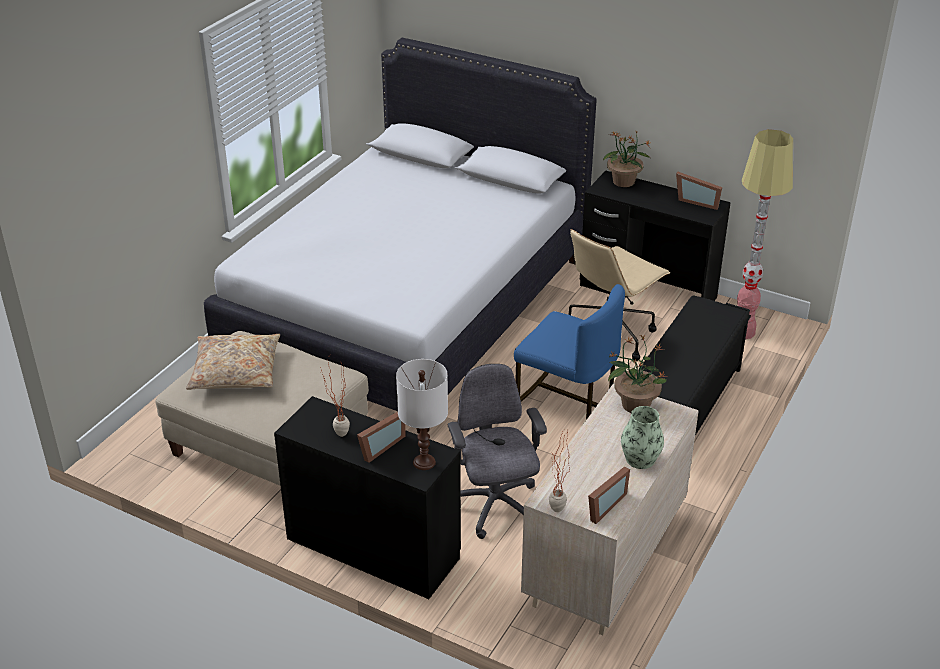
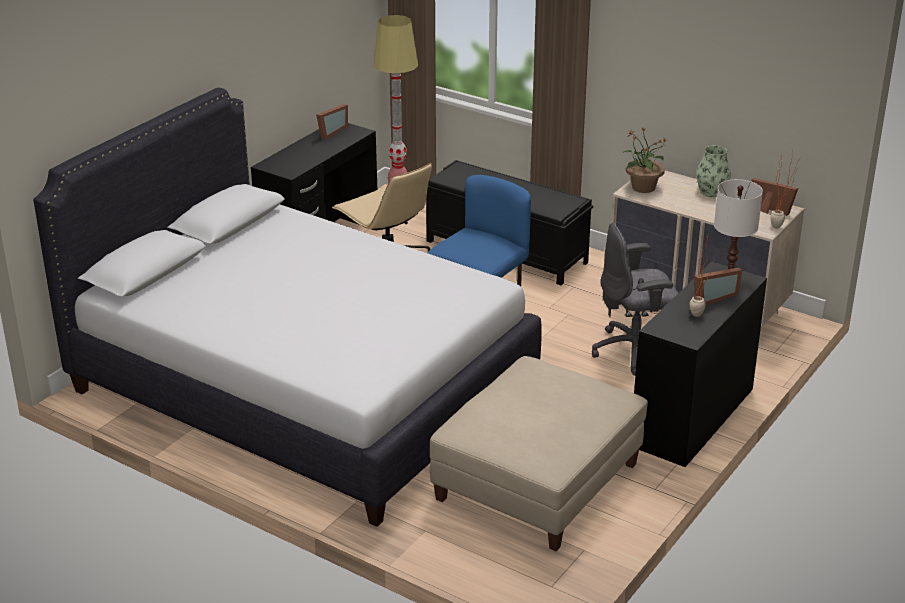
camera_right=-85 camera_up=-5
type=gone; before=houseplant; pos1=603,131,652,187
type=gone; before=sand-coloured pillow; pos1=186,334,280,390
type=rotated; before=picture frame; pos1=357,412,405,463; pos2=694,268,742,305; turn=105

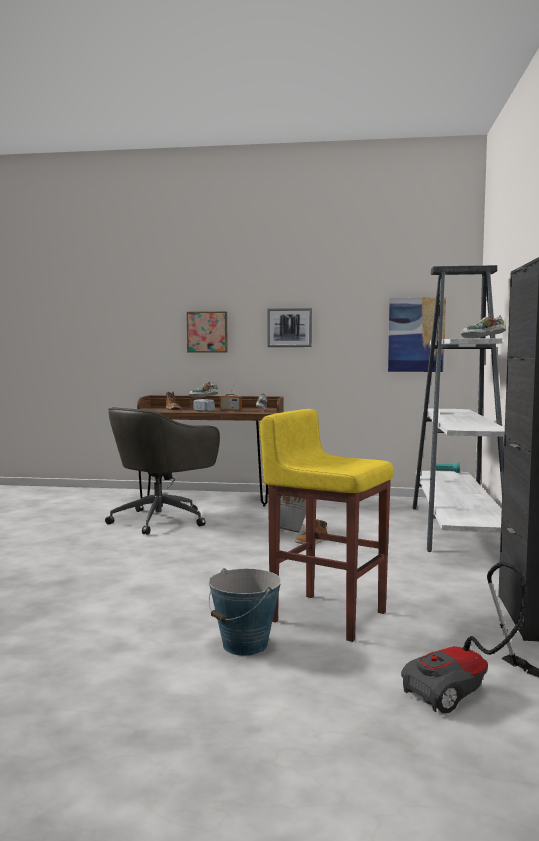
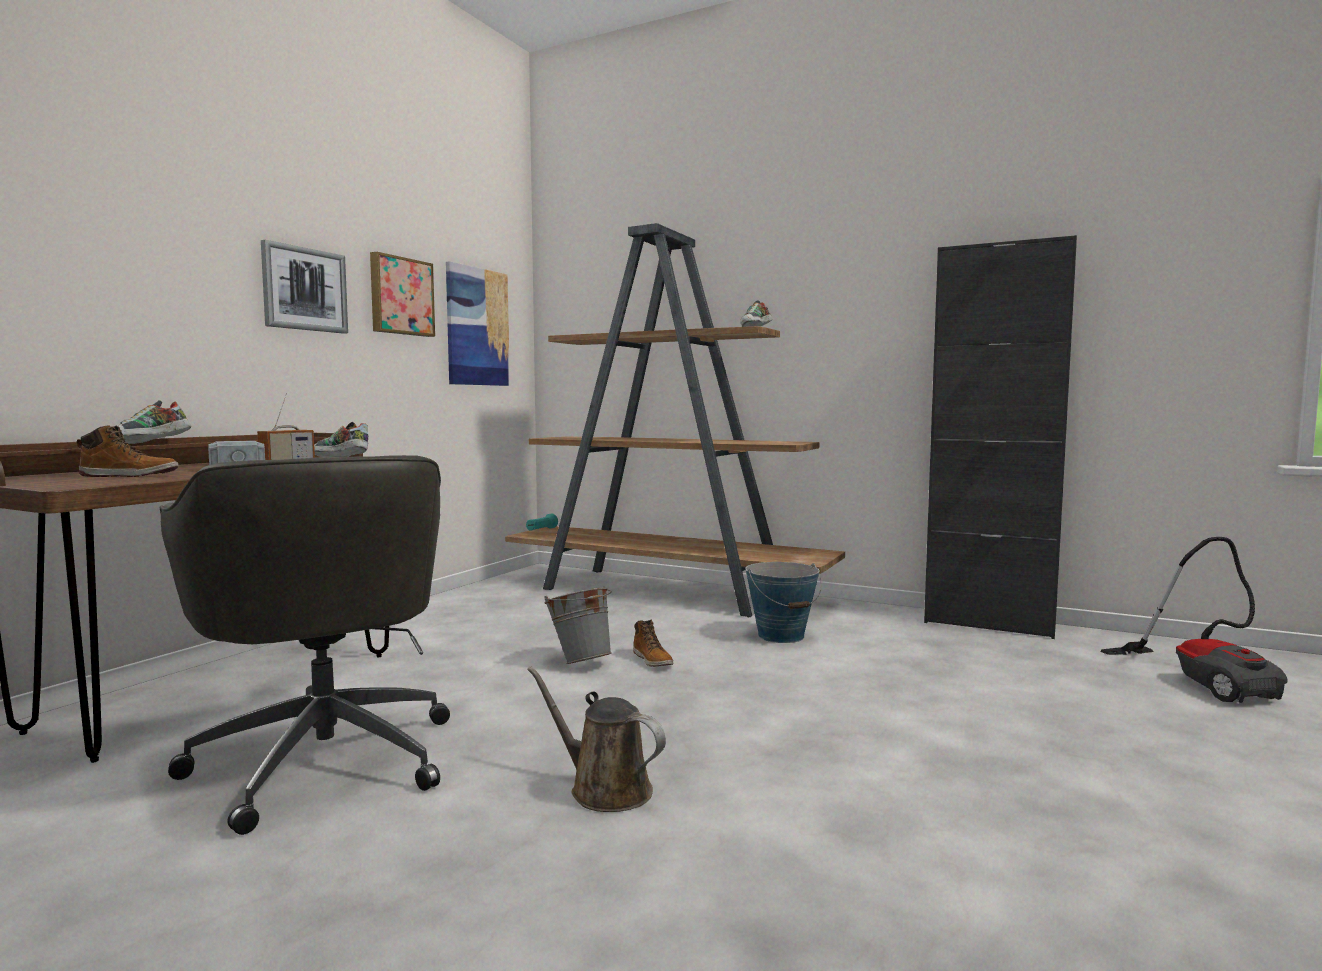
camera_right=-70 camera_up=0
type=repainted; before=whitish bookshelf; after=brown-coloured bookshelf; pos1=413,265,505,552; pos2=505,223,845,617
type=shifted; before=picture; pos1=187,311,228,352; pos2=370,252,435,337
type=gone; before=yellow sitting stool; pos1=260,409,394,642
type=shifted; before=water bucket; pos1=209,568,281,656; pos2=745,562,822,643
type=new; after=brown-coloured watering pot; pos2=527,666,666,812

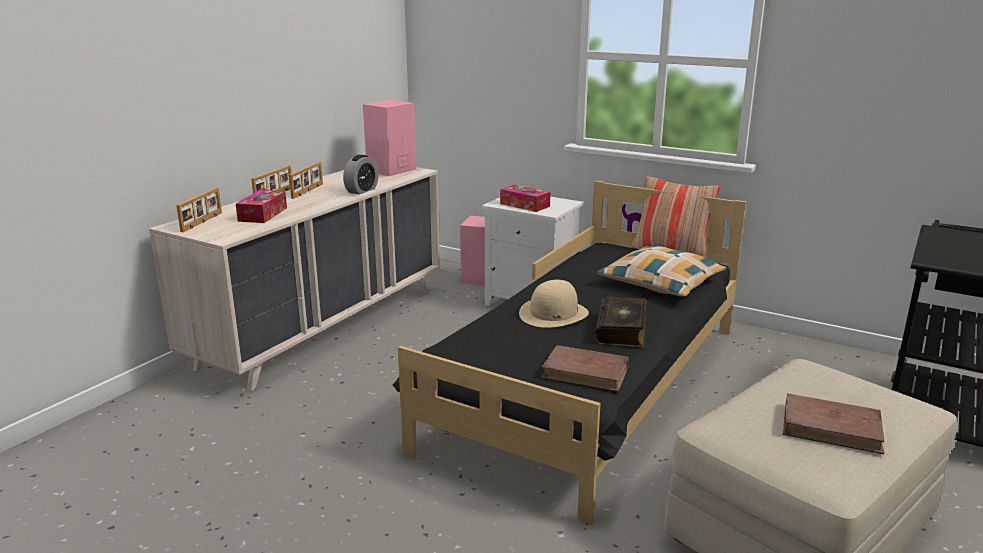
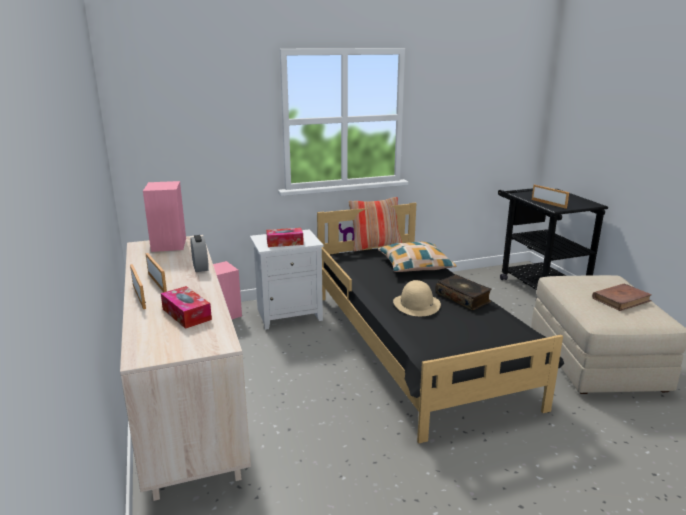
camera_right=-50 camera_up=0
type=shifted; before=picture frame; pos1=176,188,222,232; pos2=532,184,569,209
type=gone; before=brown-coloured book; pos1=541,345,629,392

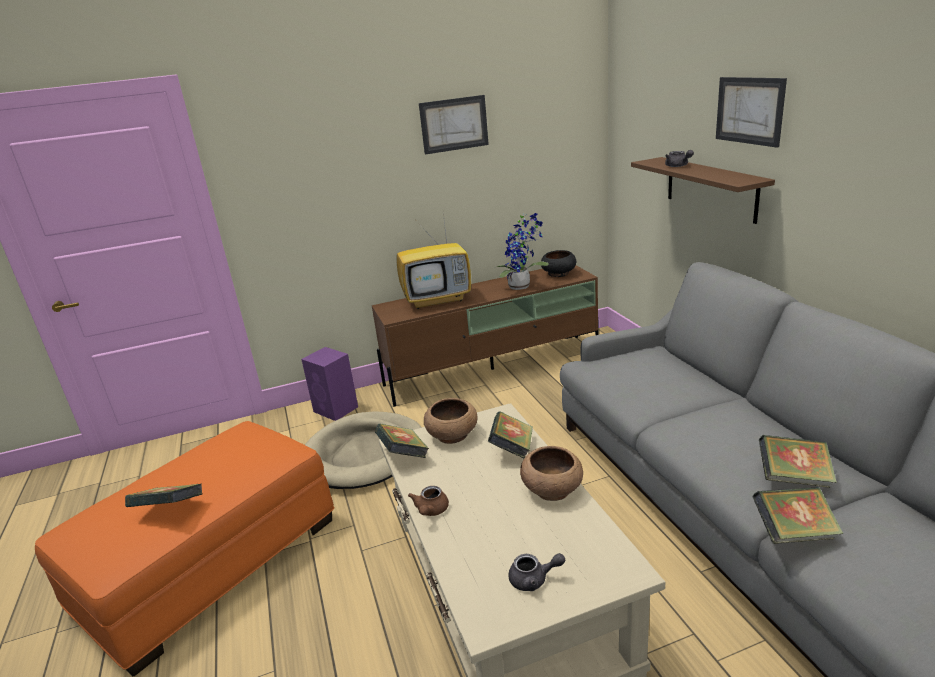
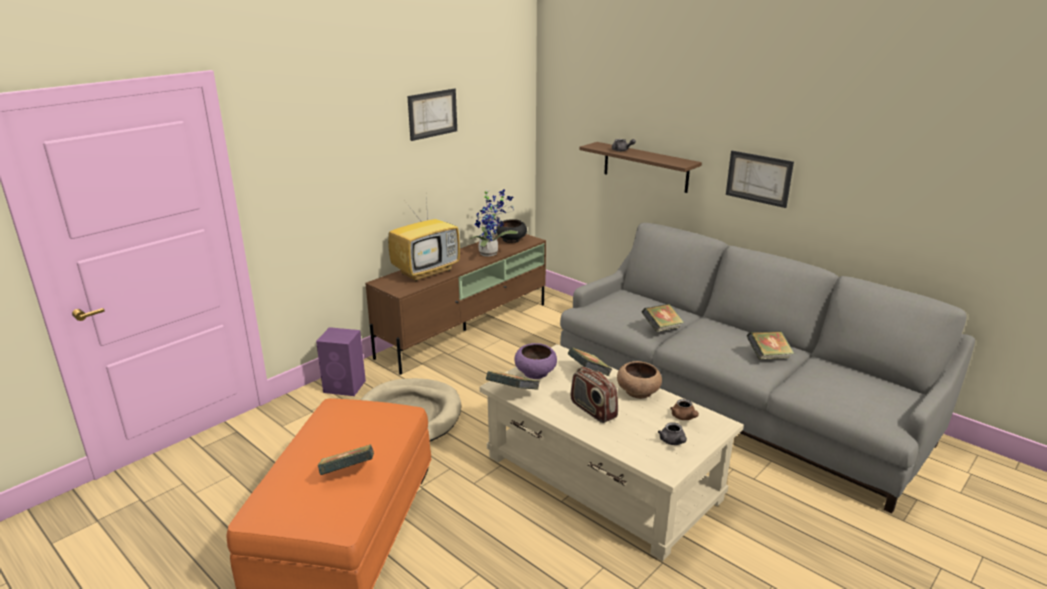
camera_right=-30 camera_up=0
type=shifted; before=picture; pos1=716,77,787,148; pos2=726,151,794,208
type=repainted; before=brown-coloured bowl; after=purple bowl; pos1=424,398,477,444; pos2=514,343,557,379
type=shifted; before=brown-coloured pot for tea; pos1=408,486,449,516; pos2=670,399,699,420
type=shifted; before=book; pos1=752,487,843,544; pos2=642,304,684,332
type=rotated; before=gray pot for tea; pos1=508,553,565,591; pos2=658,422,687,445; turn=105
type=new; after=radio receiver; pos2=571,367,618,423

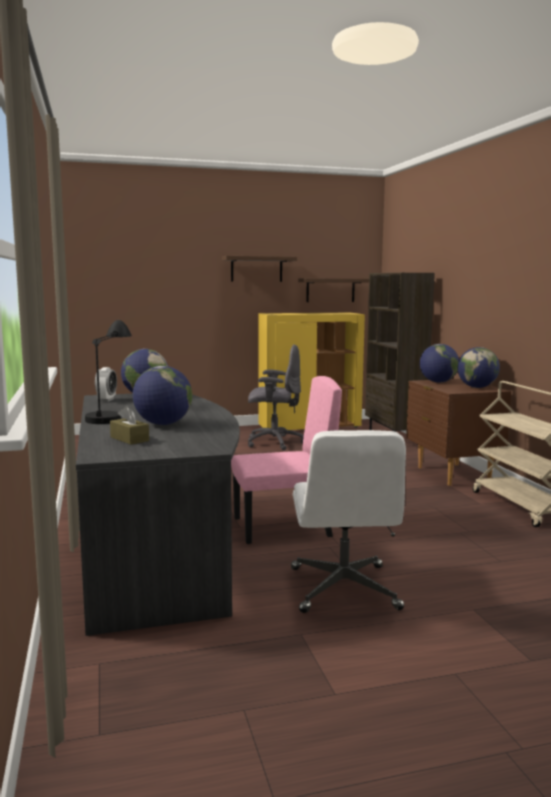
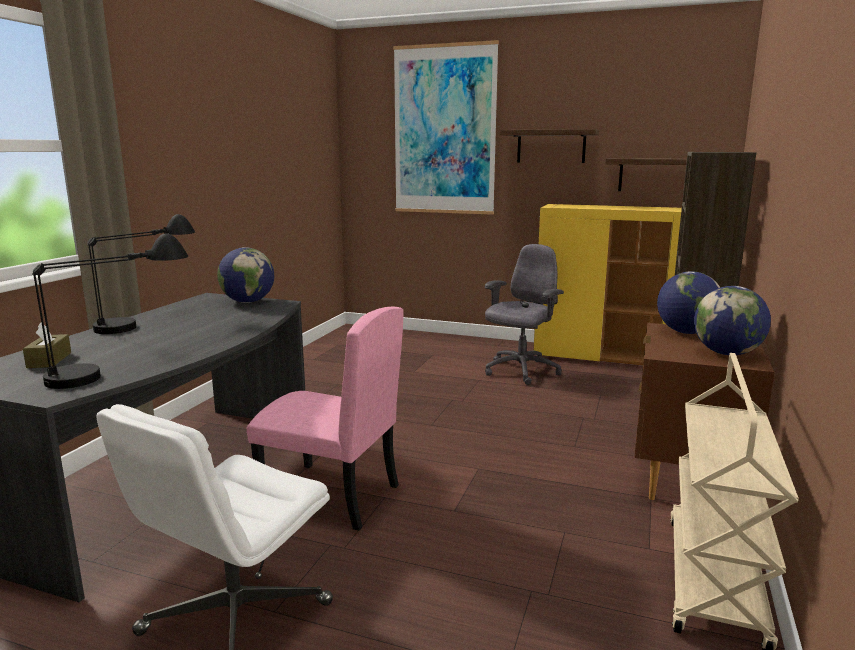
camera_right=35 camera_up=5
type=rotated; before=gray computer chair; pos1=248,344,304,450; pos2=485,244,564,385; turn=-90
type=gone; before=world globe; pos1=133,366,192,425
type=gone; before=table clock; pos1=95,367,117,402
type=new; after=picture; pos2=393,40,499,215
type=new; after=black-coloured lamp for a table; pos2=32,233,188,389

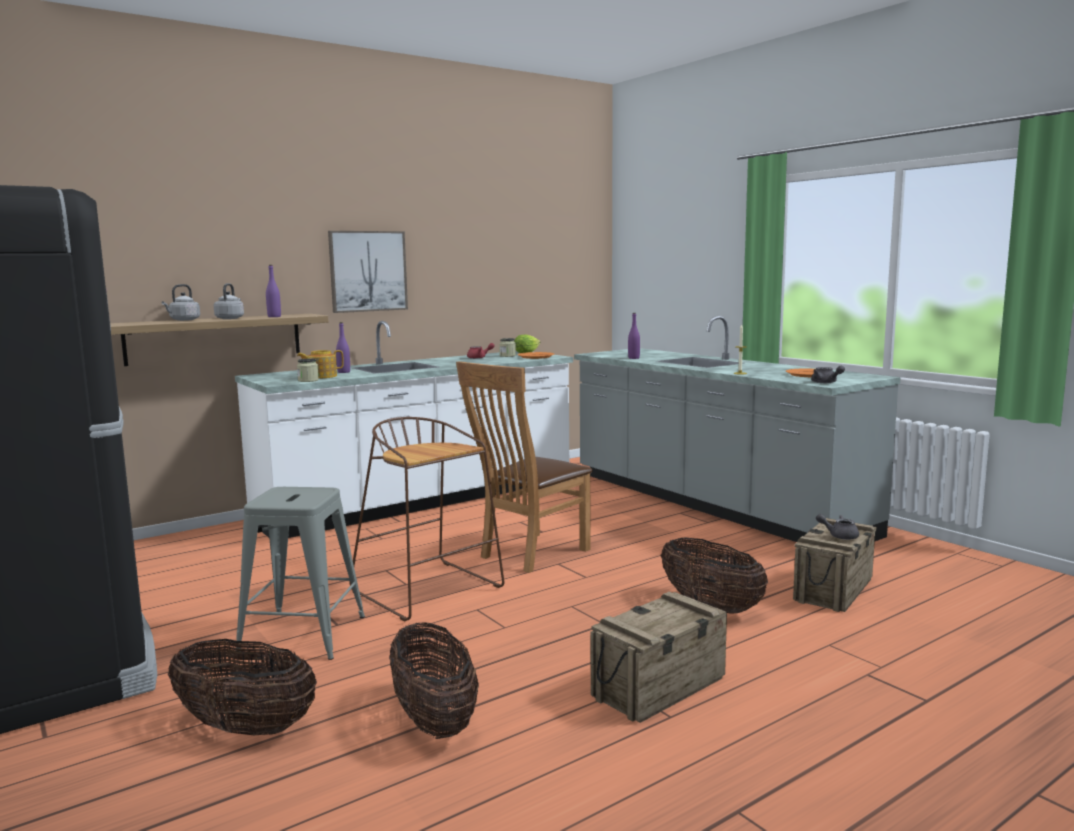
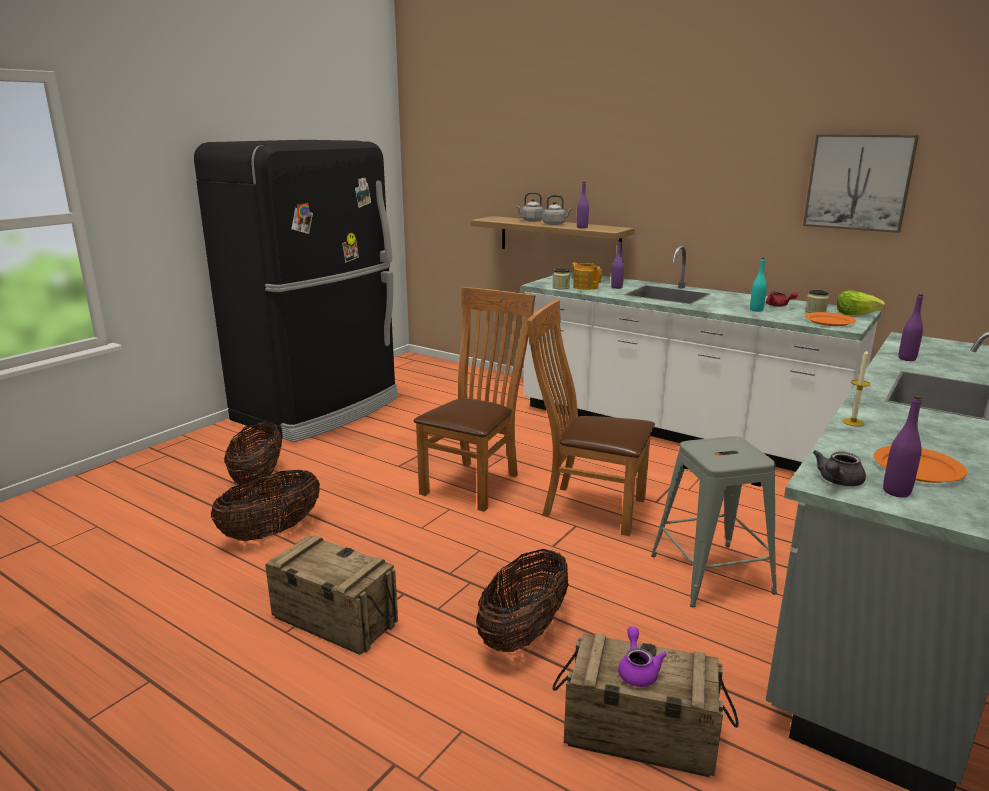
camera_right=70 camera_up=10
type=shifted; before=picture; pos1=328,231,408,313; pos2=803,134,919,233
type=swapped; before=brown-coloured sitting stool; after=brown-coloured upright chair; pos1=349,417,504,622; pos2=414,287,536,512
type=shifted; before=gray sitting stool; pos1=236,487,365,660; pos2=651,436,777,607
type=repainted; before=gray pot for tea; after=purple pot for tea; pos1=816,514,859,540; pos2=618,627,667,687
type=new; after=blue-green drink bottle; pos2=750,258,767,312
type=new; after=purple drink bottle; pos2=883,395,922,498

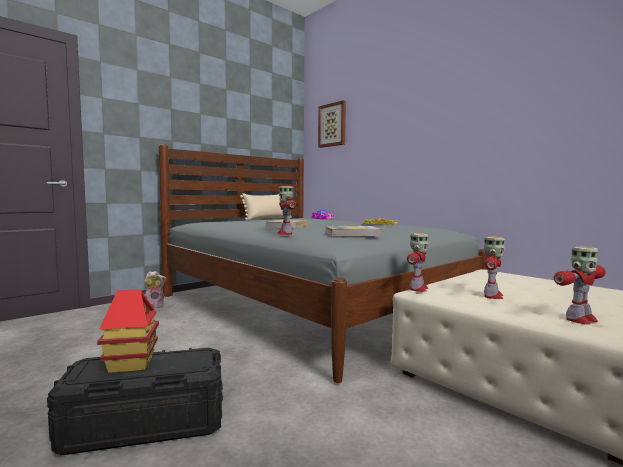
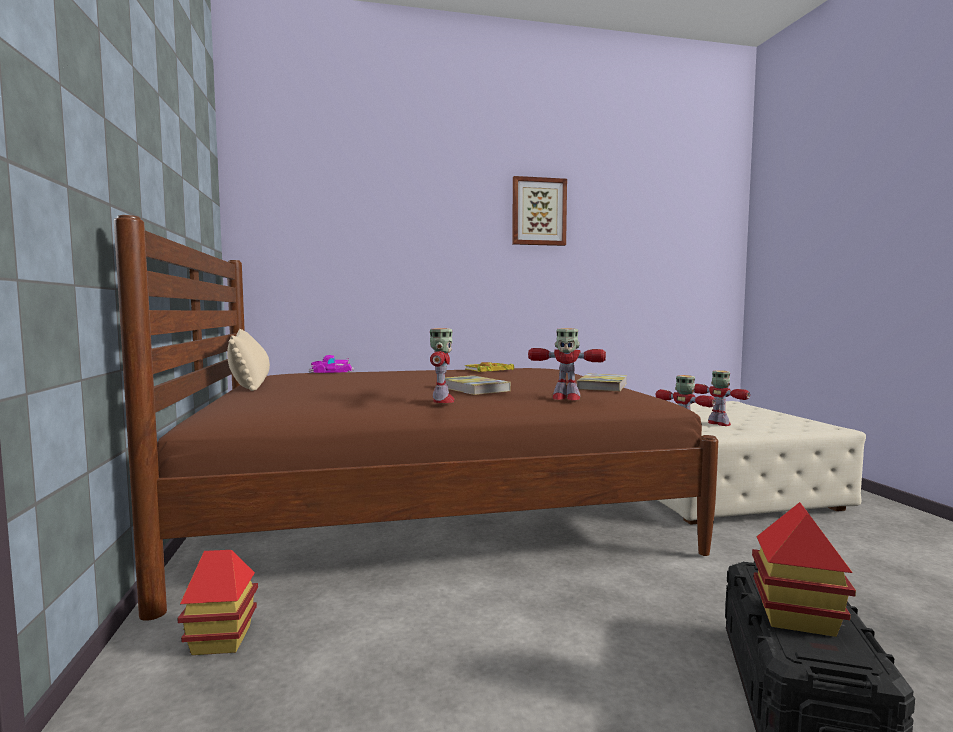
camera_right=-60 camera_up=0
type=shifted; before=picture; pos1=318,100,346,148; pos2=512,176,567,246
type=repainted; before=gray sleeping bed; after=brown-coloured sleeping bed; pos1=158,144,487,383; pos2=114,215,718,621
type=shifted; before=toy robot; pos1=554,246,606,325; pos2=430,328,455,403
type=swapped; before=plush toy; after=model house; pos1=144,271,167,309; pos2=177,550,258,655

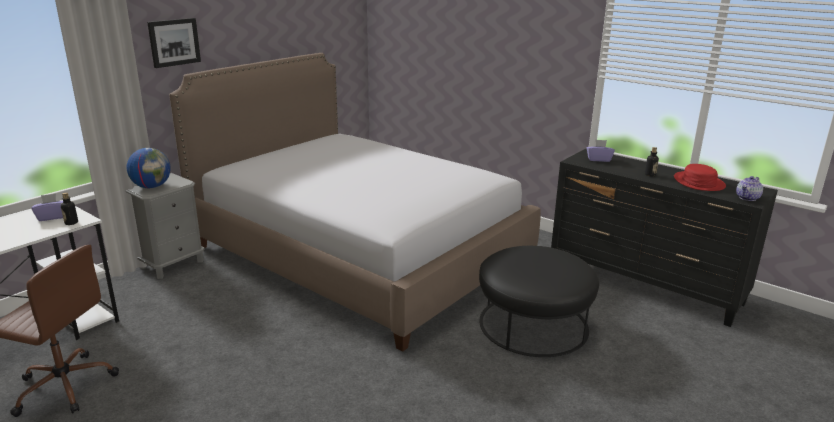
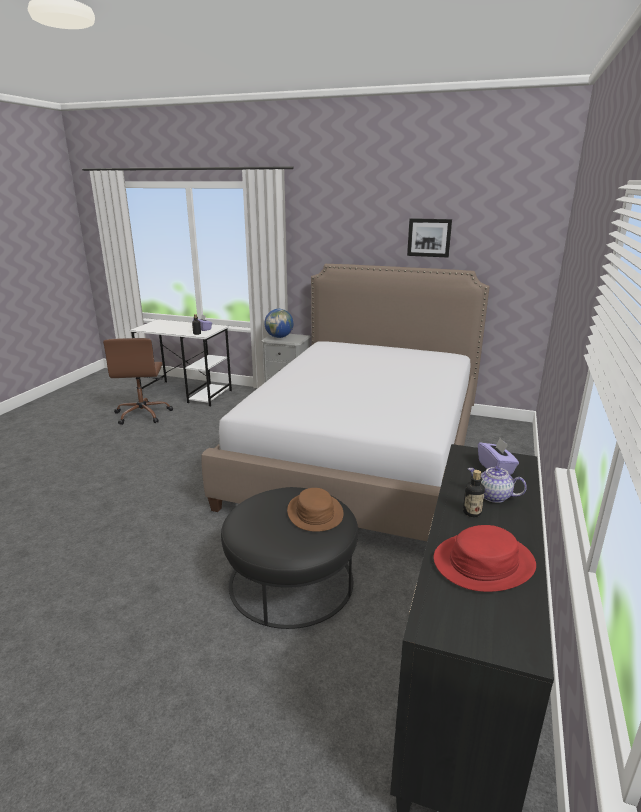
camera_right=70 camera_up=0
type=shifted; before=picture; pos1=147,18,201,68; pos2=407,218,452,257
type=shifted; before=pot for tea; pos1=736,176,763,201; pos2=468,466,527,503
type=new; after=brown-coloured hat; pos2=287,488,344,532

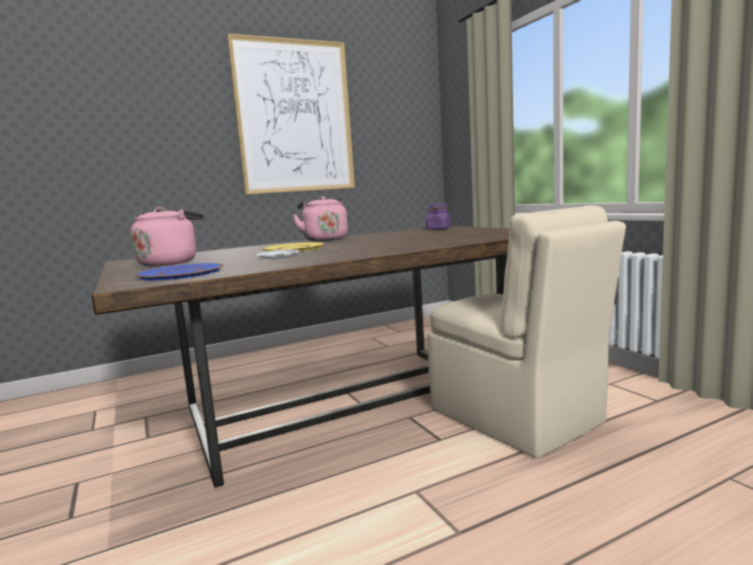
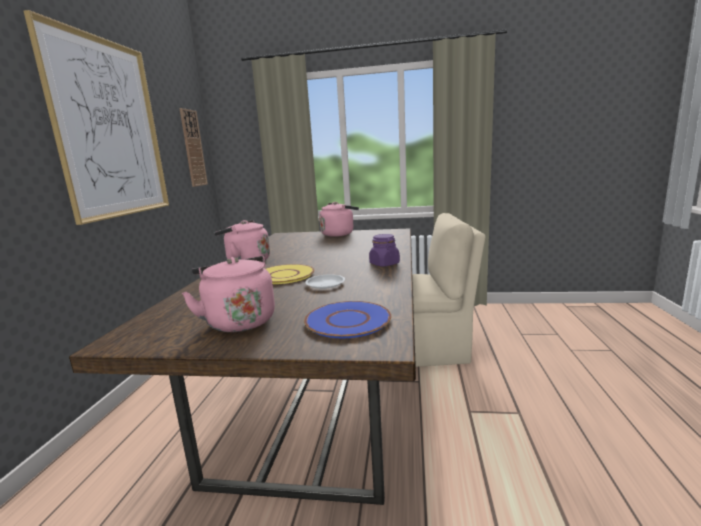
camera_right=-55 camera_up=5
type=shifted; before=purple storage jar; pos1=426,203,451,230; pos2=369,234,400,266
type=new; after=wall clock; pos2=180,108,208,187
type=new; after=pinkish kettle; pos2=319,202,359,237

